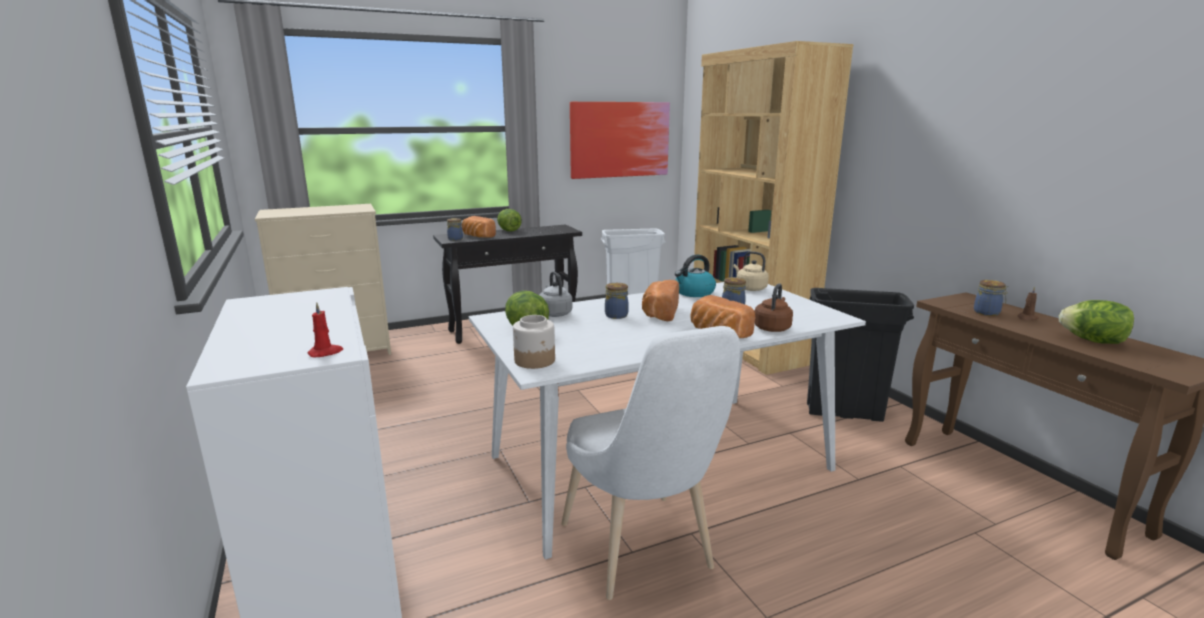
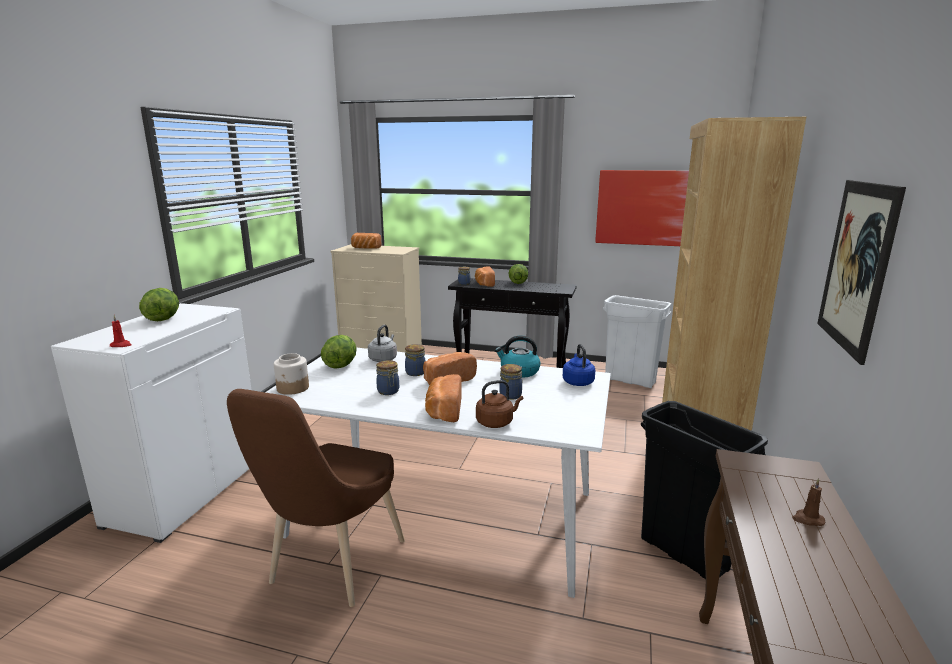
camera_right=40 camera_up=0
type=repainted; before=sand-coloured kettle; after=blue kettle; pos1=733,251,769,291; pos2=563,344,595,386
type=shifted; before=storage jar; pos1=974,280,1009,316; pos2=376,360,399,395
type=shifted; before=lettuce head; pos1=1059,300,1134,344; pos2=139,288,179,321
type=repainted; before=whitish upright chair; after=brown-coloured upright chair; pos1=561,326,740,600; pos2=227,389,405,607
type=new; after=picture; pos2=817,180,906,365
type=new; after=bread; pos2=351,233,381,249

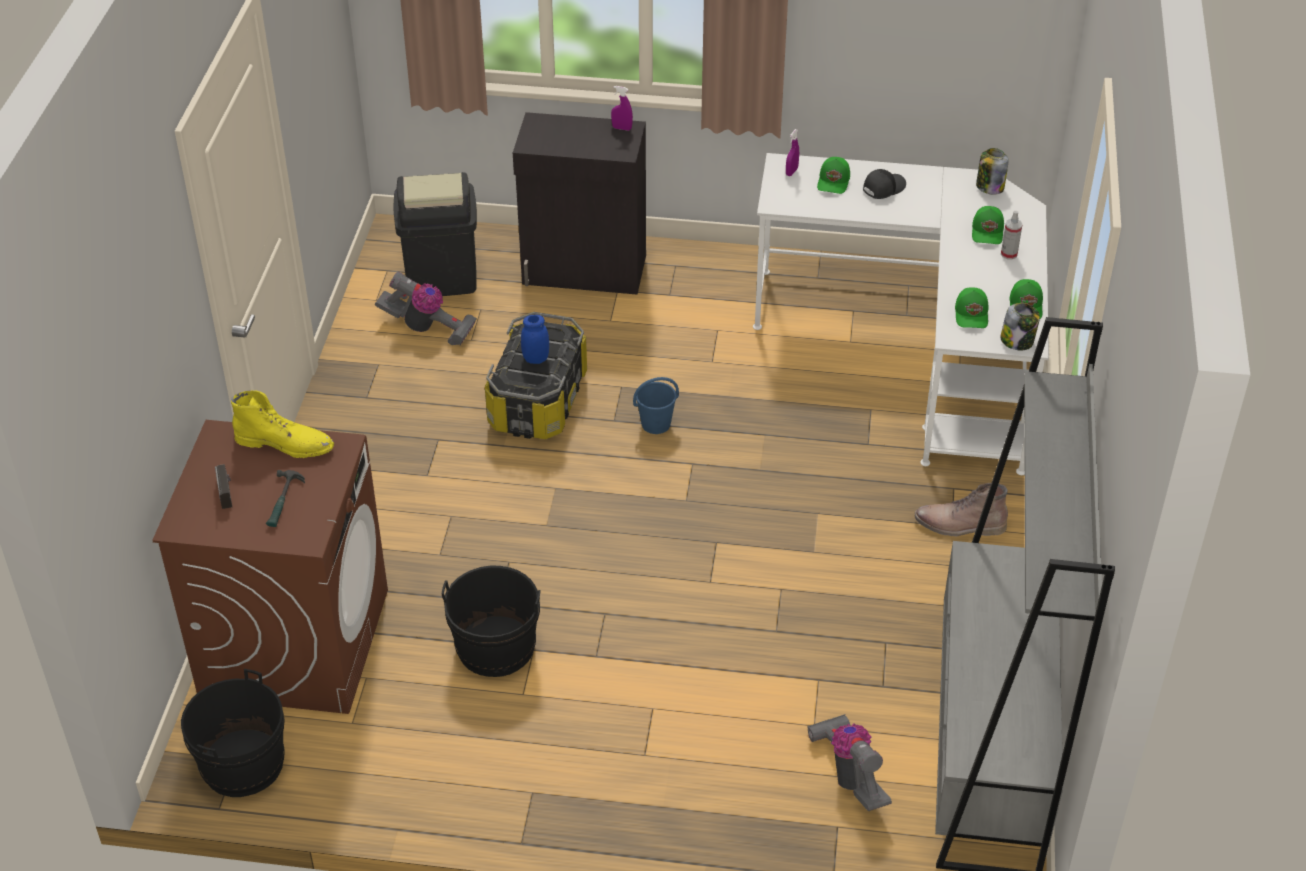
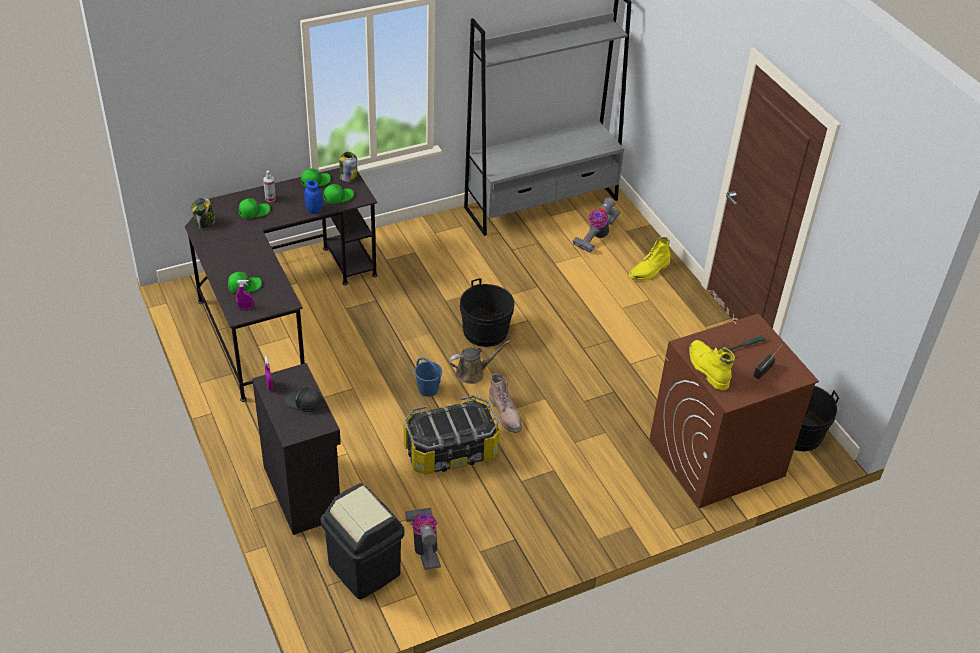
camera_right=-125 camera_up=0
type=repainted; before=whitish desk; after=black-coloured desk; pos1=753,153,1049,475; pos2=185,168,378,402
type=shifted; before=black-coloured cap; pos1=863,169,906,199; pos2=285,387,322,412
type=shifted; before=blue storage jar; pos1=521,315,549,364; pos2=304,180,322,214
type=shifted; before=brown-coloured tall boot; pos1=915,483,1008,536; pos2=489,373,522,433
type=shifted; before=black-coloured water bucket; pos1=442,566,540,677; pos2=460,278,515,347
type=new; after=yellow tall boot; pos2=629,237,671,280
type=new; after=brown-coloured watering pot; pos2=449,340,510,384

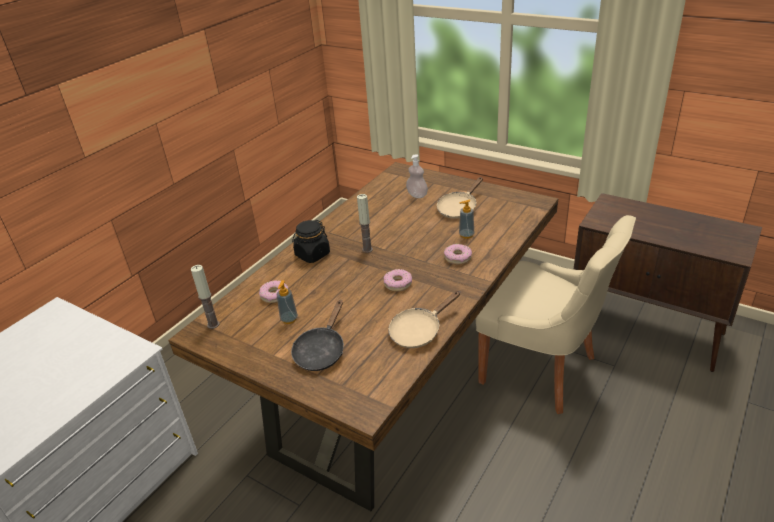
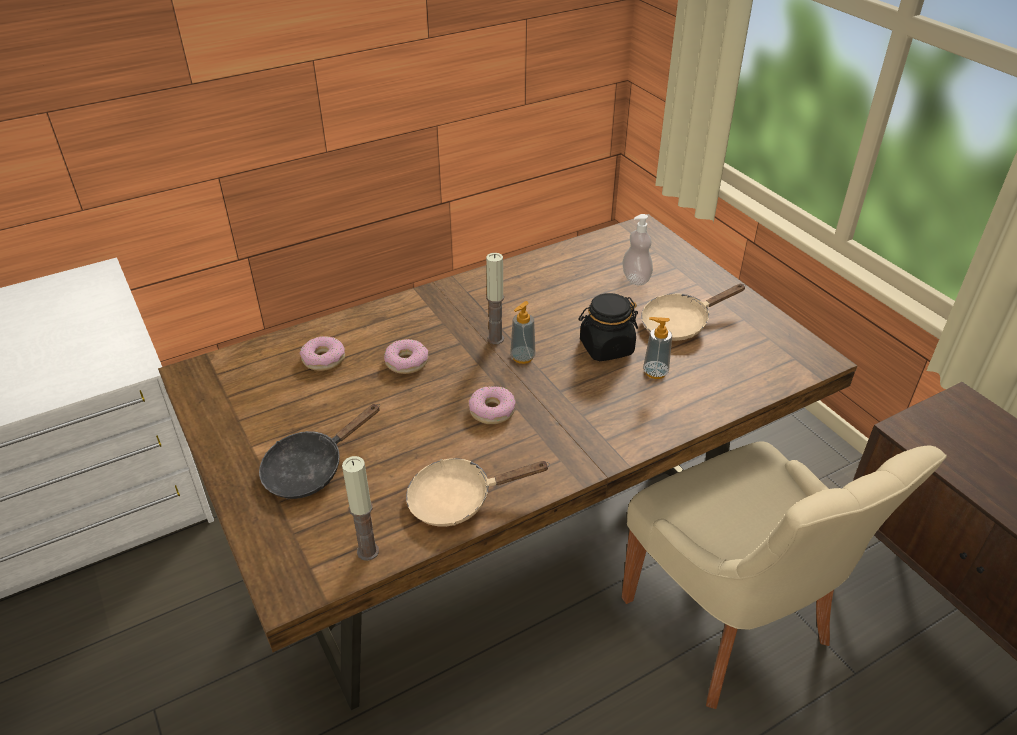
camera_right=25 camera_up=5
type=shifted; before=black-coloured storage jar; pos1=292,220,330,263; pos2=579,293,638,361
type=shifted; before=ring doughnut; pos1=444,244,472,265; pos2=384,339,429,374
type=shifted; before=candle; pos1=191,265,219,329; pos2=342,456,379,561
type=shifted; before=soap dispenser; pos1=276,280,298,324; pos2=510,301,535,364

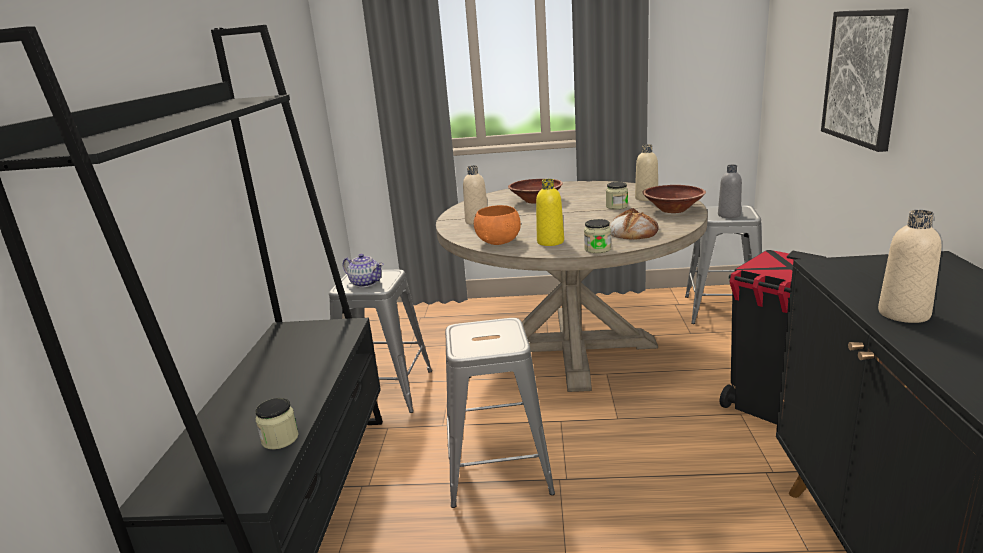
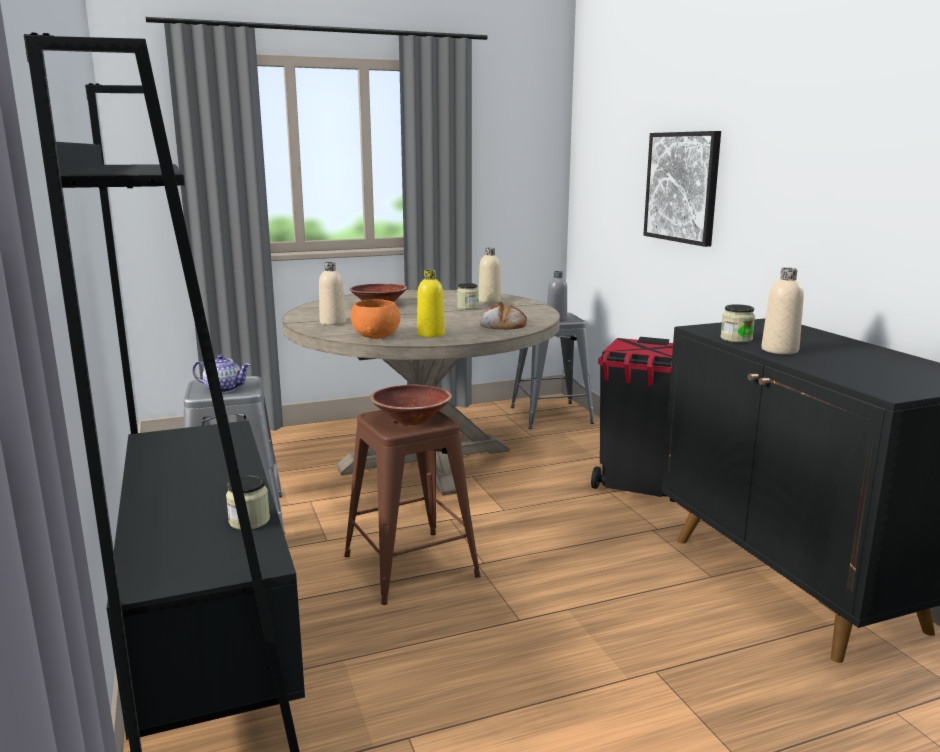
camera_right=-25 camera_up=-5
type=shifted; before=brown-coloured bowl; pos1=643,185,706,213; pos2=370,385,452,425
type=shifted; before=storage jar; pos1=584,219,611,253; pos2=720,304,755,342
type=repainted; before=gray sitting stool; after=brown-coloured sitting stool; pos1=445,318,555,508; pos2=344,410,481,605

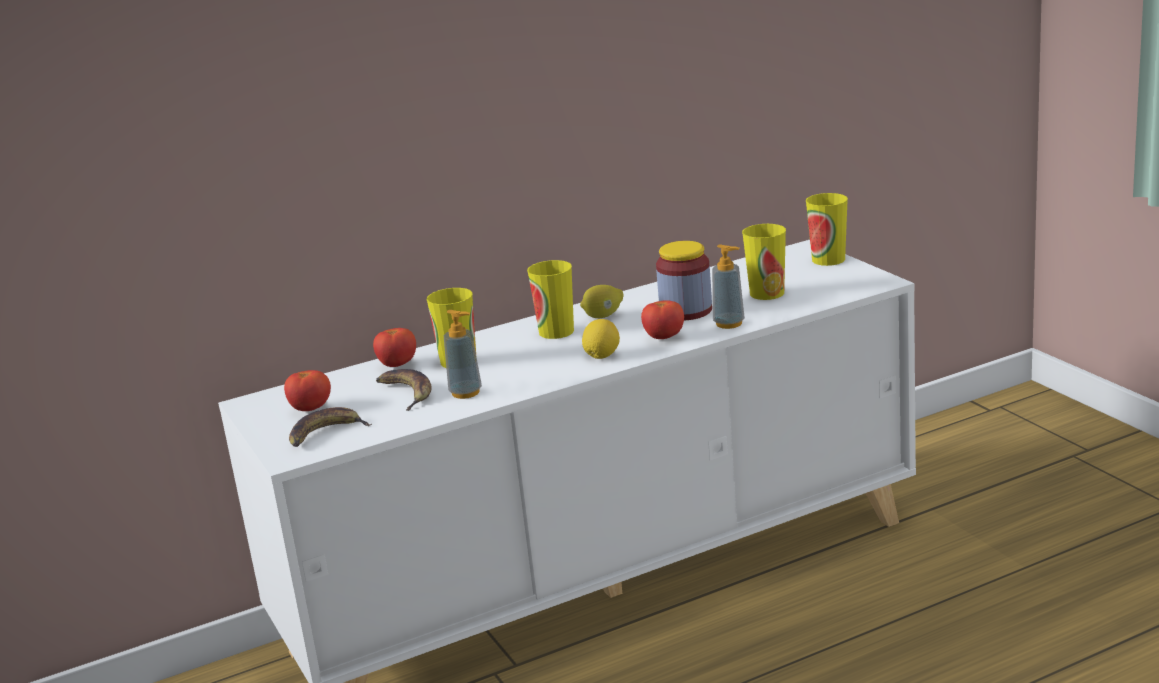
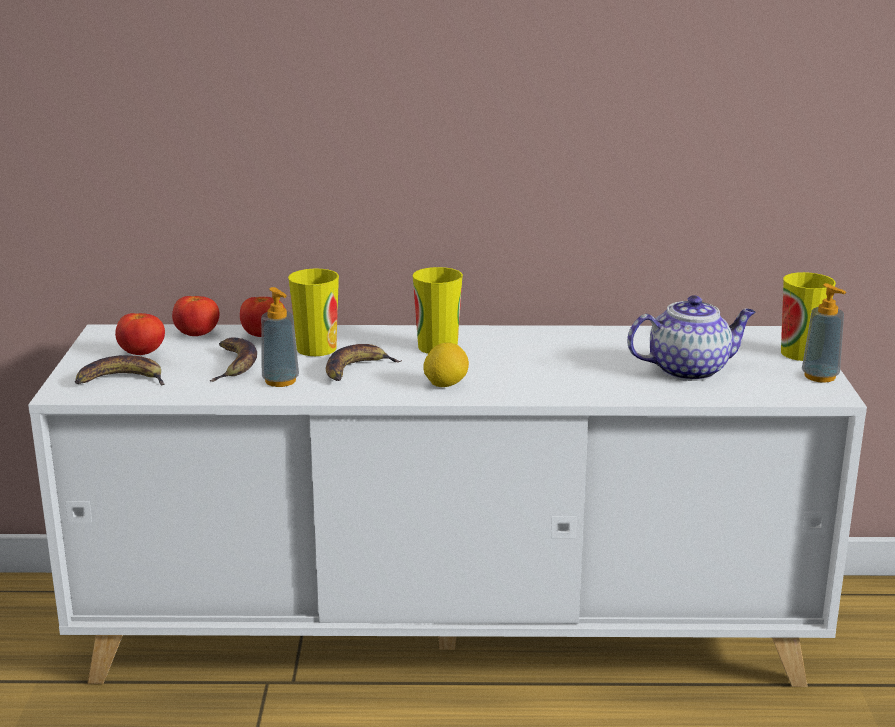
camera_right=25 camera_up=0
type=swapped; before=drinking cup; after=pot for tea; pos1=742,224,786,300; pos2=627,295,756,381
type=gone; before=storage jar; pos1=656,241,712,320
type=shifted; before=soap dispenser; pos1=712,244,745,329; pos2=802,283,846,383
type=gone; before=citrus fruit; pos1=580,285,624,318
type=shifted; before=whole tomato; pos1=641,300,684,339; pos2=172,296,220,336
type=new; after=banana fruit; pos2=326,344,402,381

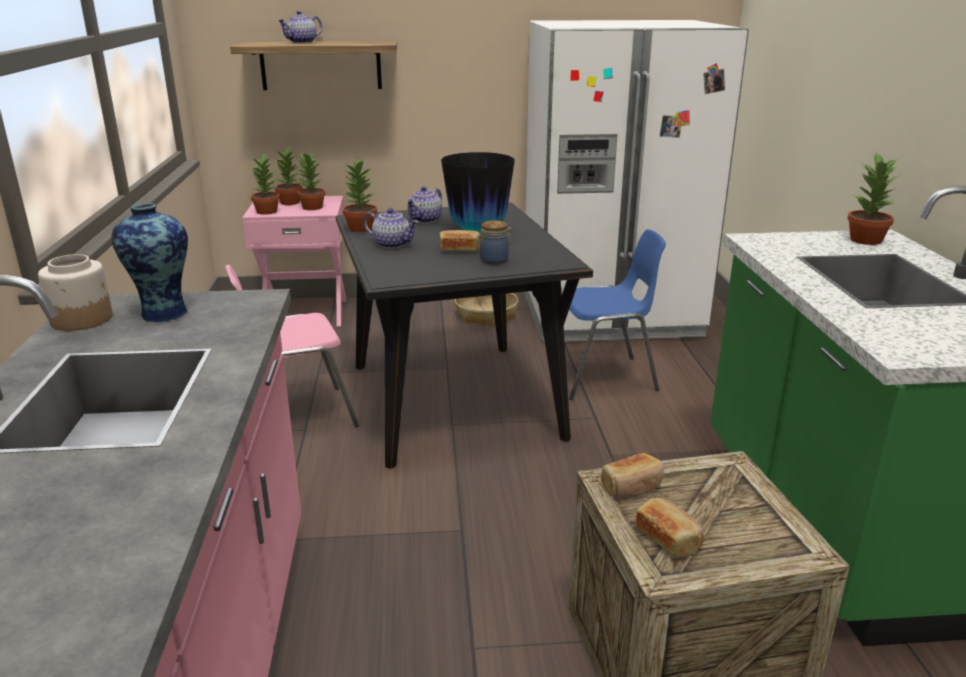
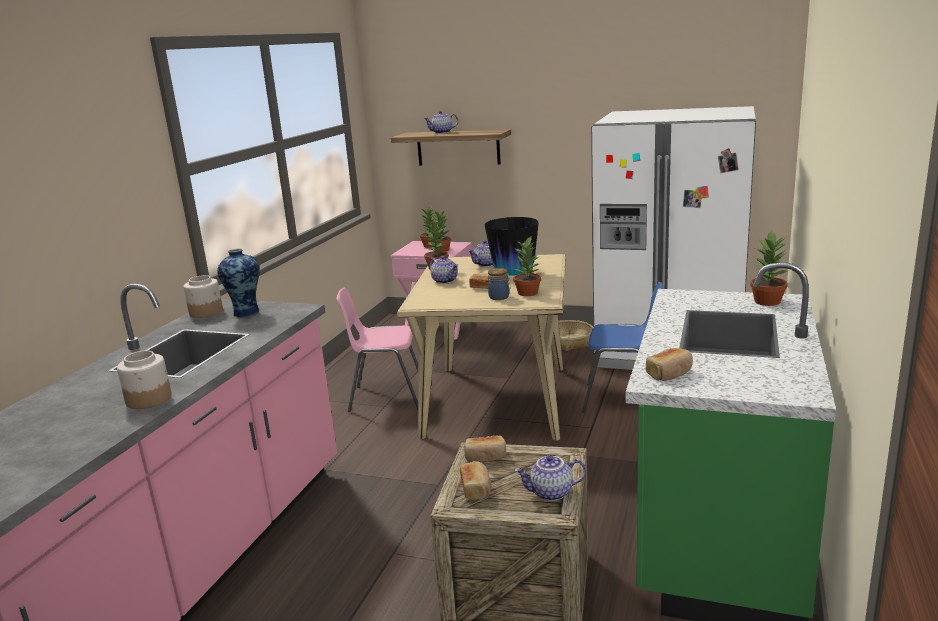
camera_right=25 camera_up=-5
type=shifted; before=houseplant; pos1=250,152,280,215; pos2=513,237,541,296
type=repainted; before=black-coloured dining table; after=sand-coloured dining table; pos1=336,202,593,469; pos2=397,254,566,441
type=new; after=bread; pos2=646,348,693,381
type=new; after=storage jar; pos2=117,351,172,409
type=new; after=pot for tea; pos2=515,455,586,501

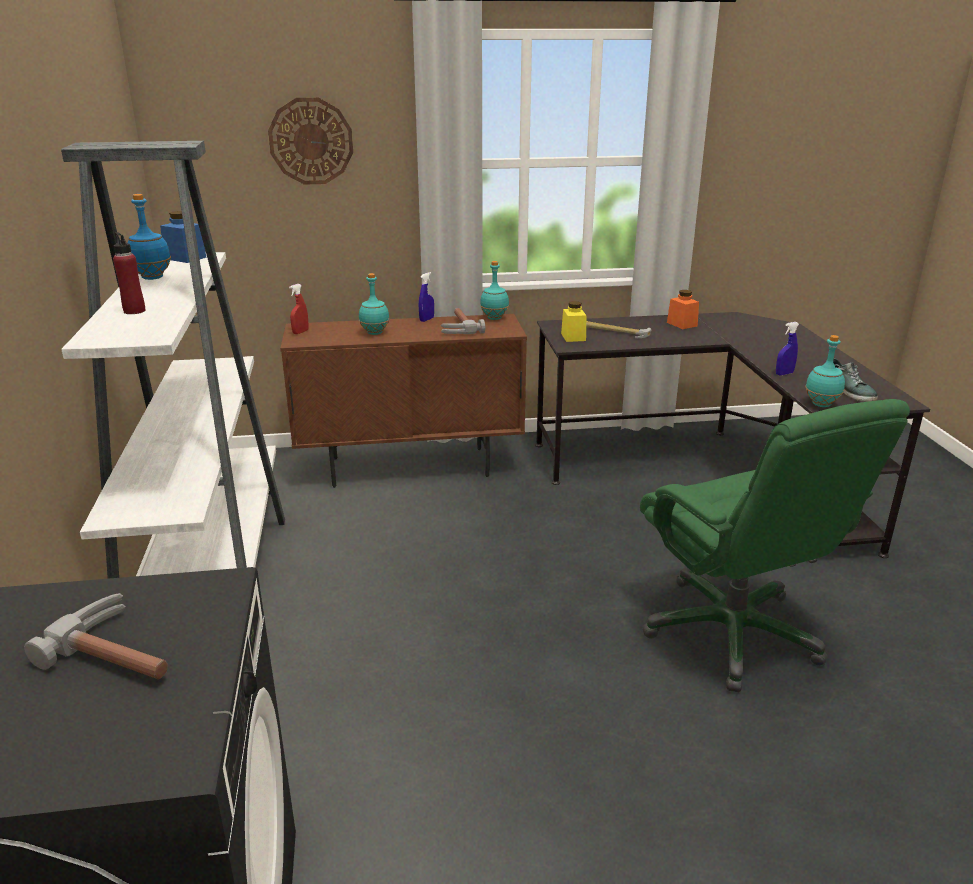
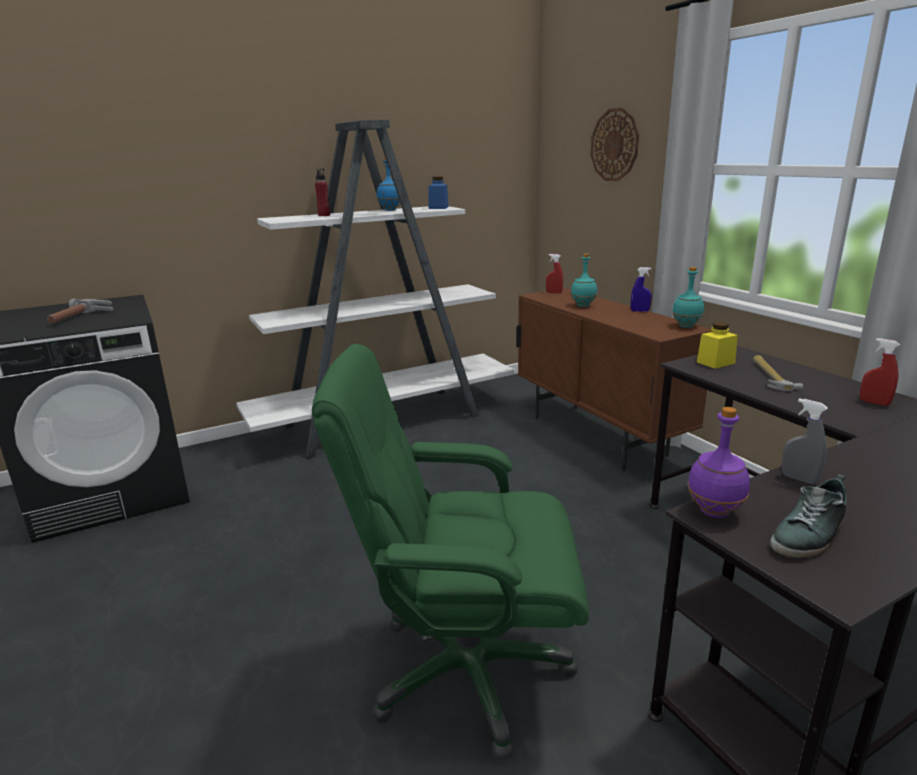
camera_right=70 camera_up=-5
type=swapped; before=orange storage jar; after=red-coloured spray bottle; pos1=667,290,699,329; pos2=860,338,900,406
type=gone; before=hand hammer; pos1=441,308,485,334
type=repainted; before=blue spray bottle; after=gray spray bottle; pos1=776,322,799,376; pos2=782,398,828,484
type=repainted; before=blue-green drink bottle; after=purple drink bottle; pos1=805,335,845,407; pos2=688,407,750,518
type=rotated; before=greenish computer chair; pos1=640,399,910,693; pos2=312,344,589,761; turn=45

